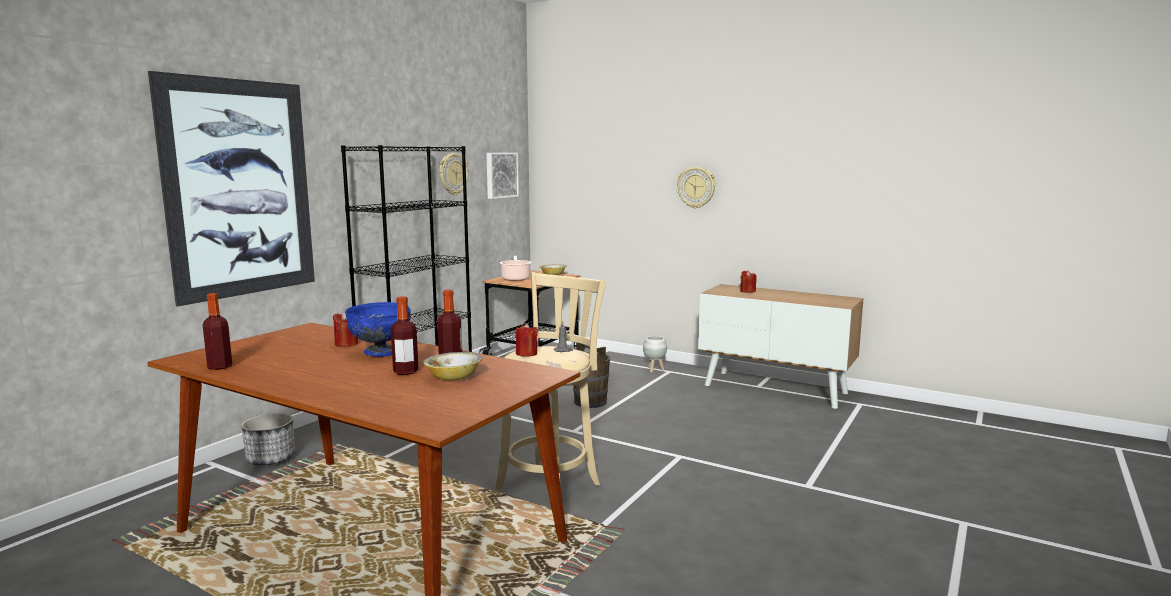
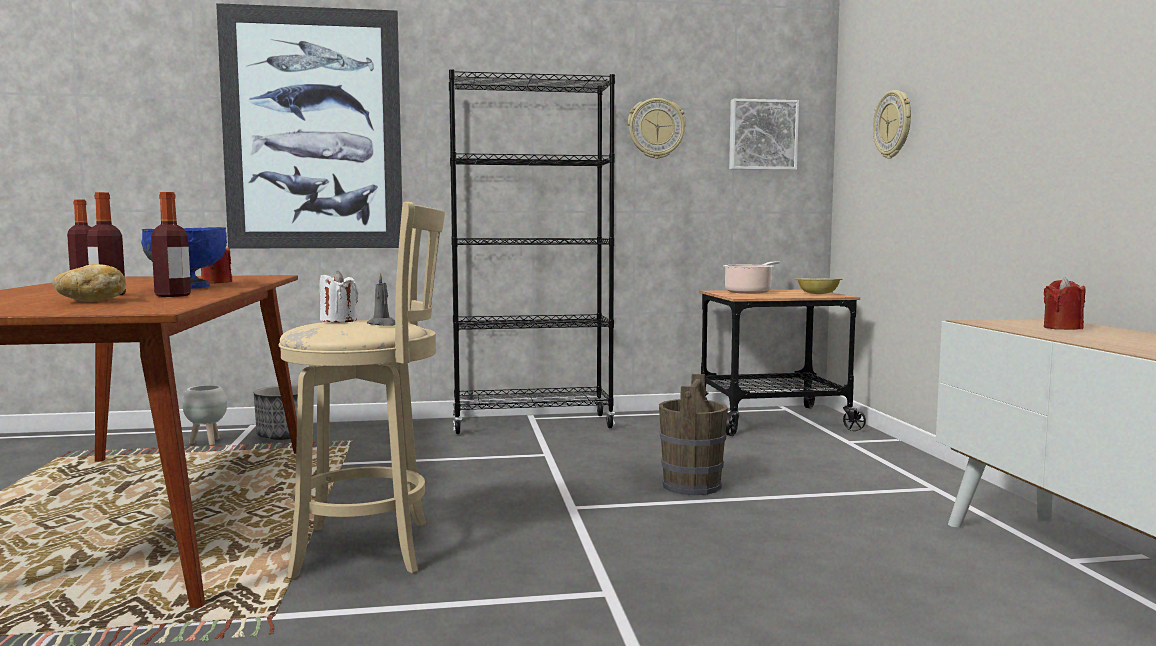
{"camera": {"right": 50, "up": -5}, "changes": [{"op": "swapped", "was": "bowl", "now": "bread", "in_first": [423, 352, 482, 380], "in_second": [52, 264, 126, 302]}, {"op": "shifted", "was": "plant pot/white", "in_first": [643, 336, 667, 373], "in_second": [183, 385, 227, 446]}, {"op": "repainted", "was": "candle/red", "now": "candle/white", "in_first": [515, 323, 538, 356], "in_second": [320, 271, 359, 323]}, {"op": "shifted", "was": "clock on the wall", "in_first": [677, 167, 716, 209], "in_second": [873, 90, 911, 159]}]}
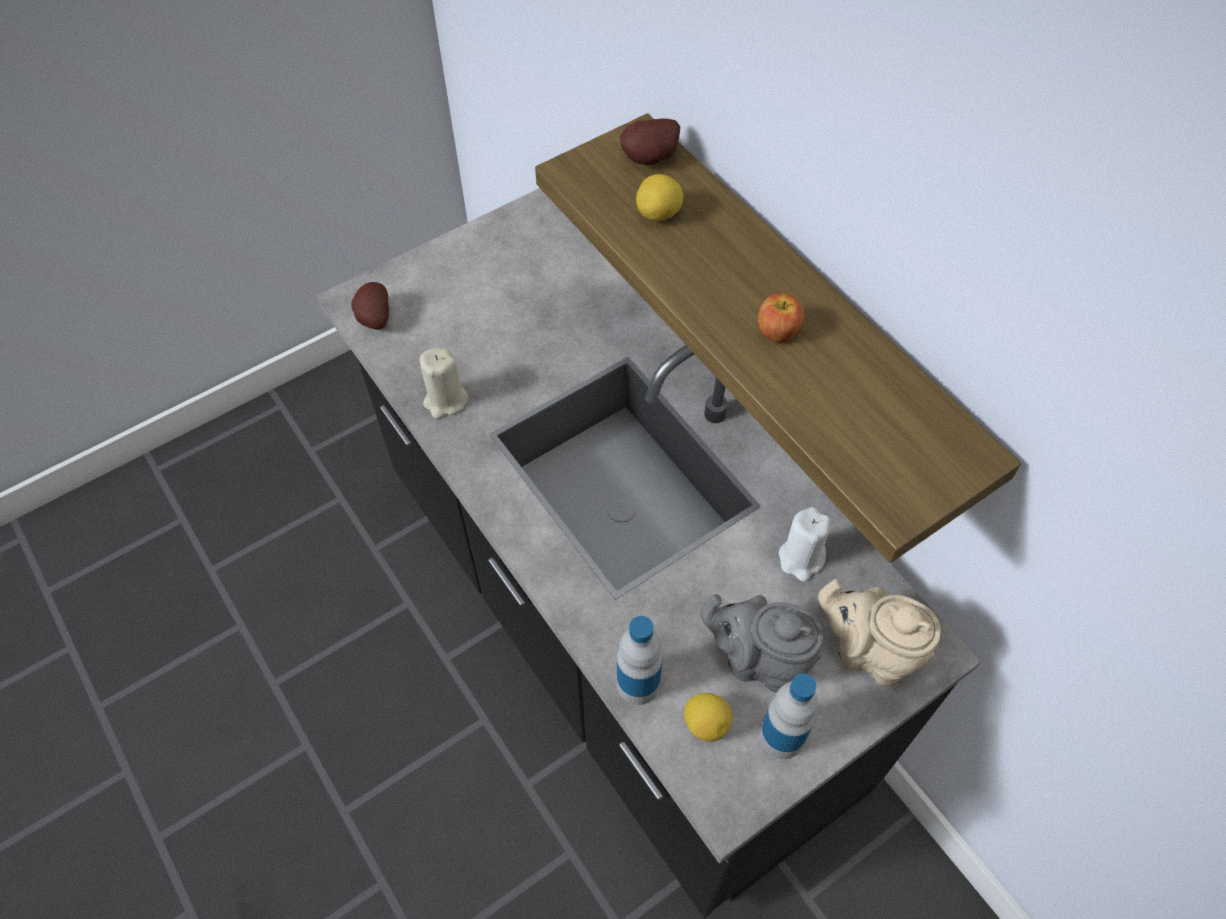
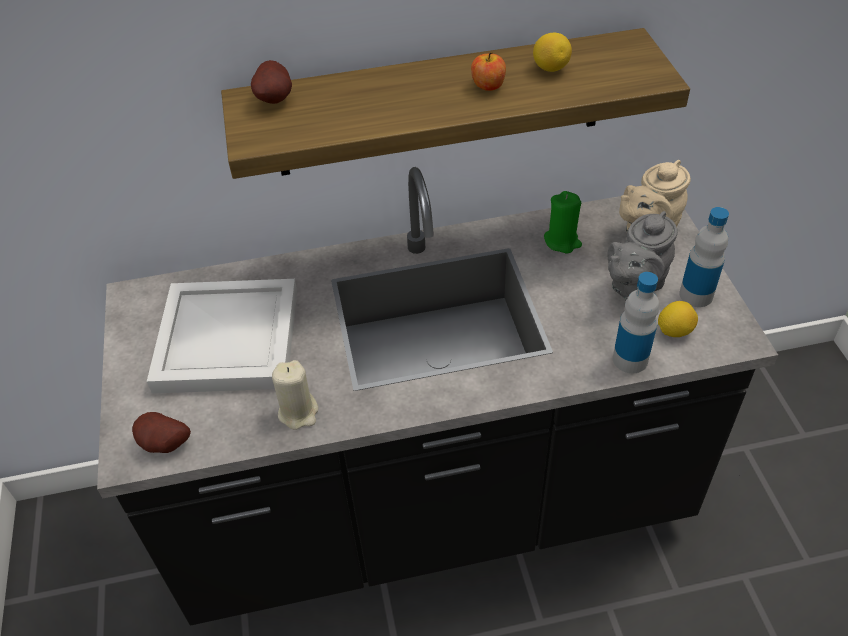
{"camera": {"right": -65, "up": -10}, "changes": [{"op": "new", "now": "serving tray/white", "in_second": [147, 279, 297, 394]}, {"op": "shifted", "was": "whole lemon", "in_first": [636, 174, 683, 221], "in_second": [533, 33, 572, 72]}, {"op": "repainted", "was": "candle/white", "now": "candle/green", "in_first": [779, 507, 831, 582], "in_second": [544, 191, 582, 253]}]}
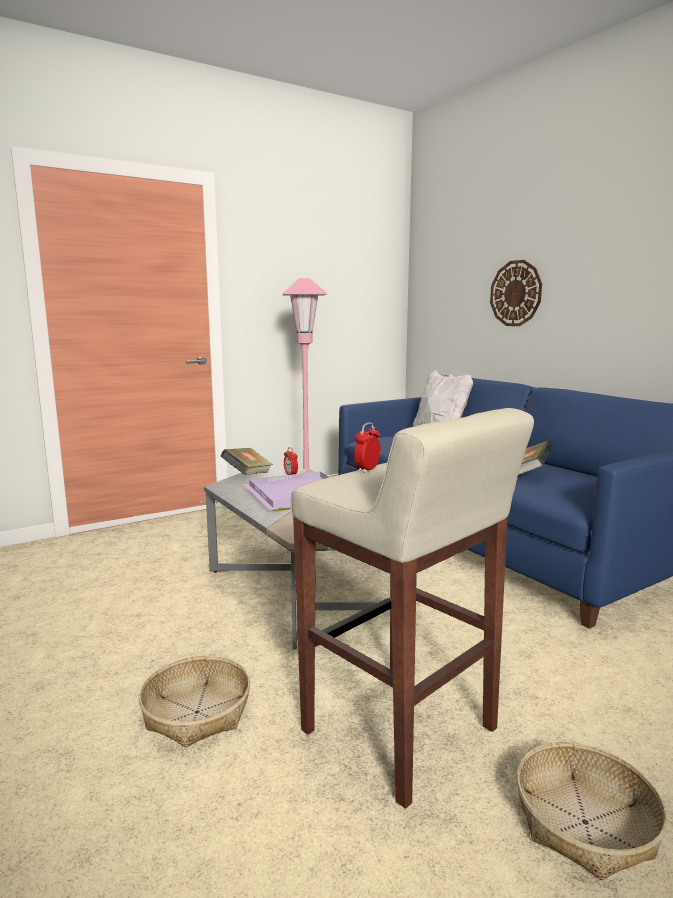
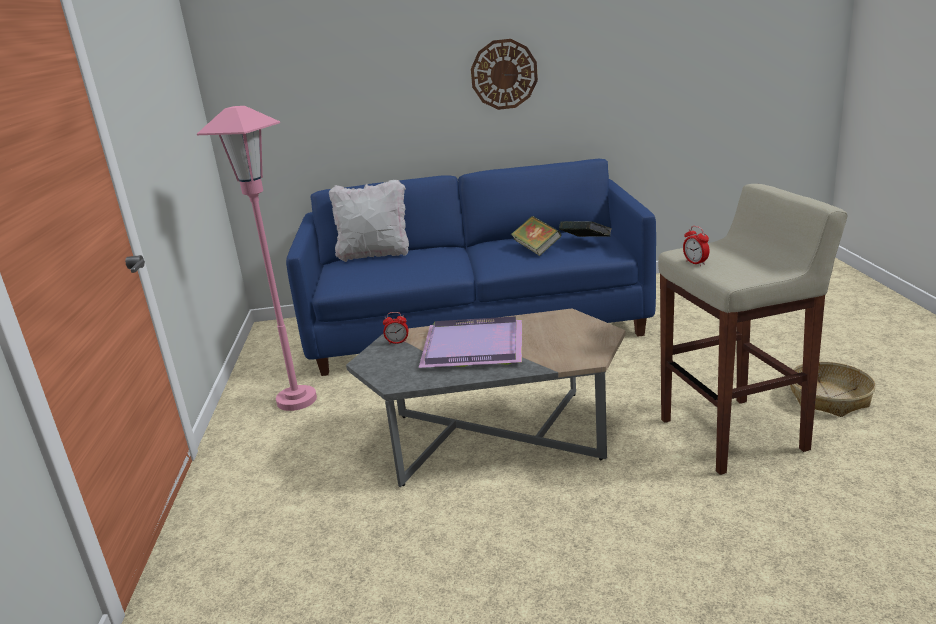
{"camera": {"right": -60, "up": 10}, "changes": [{"op": "shifted", "was": "clock on the wall", "in_first": [490, 260, 542, 326], "in_second": [471, 39, 538, 110]}, {"op": "shifted", "was": "book", "in_first": [221, 448, 273, 475], "in_second": [559, 221, 612, 237]}, {"op": "gone", "was": "basket", "in_first": [139, 656, 250, 748]}]}
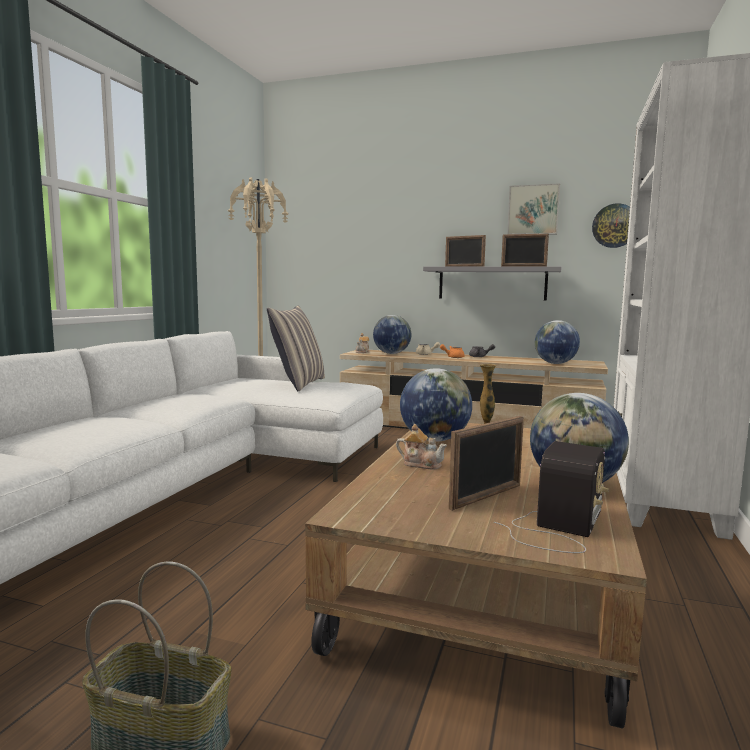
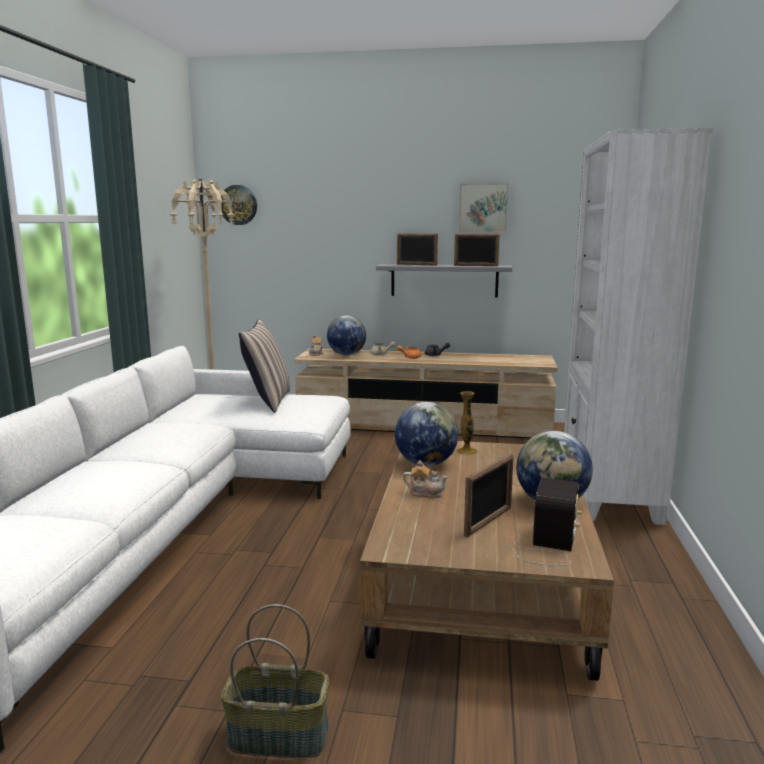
{"camera": {"right": -10, "up": 5}, "changes": [{"op": "shifted", "was": "clock on the wall", "in_first": [592, 203, 630, 248], "in_second": [221, 185, 257, 225]}, {"op": "gone", "was": "globe", "in_first": [535, 320, 580, 364]}]}
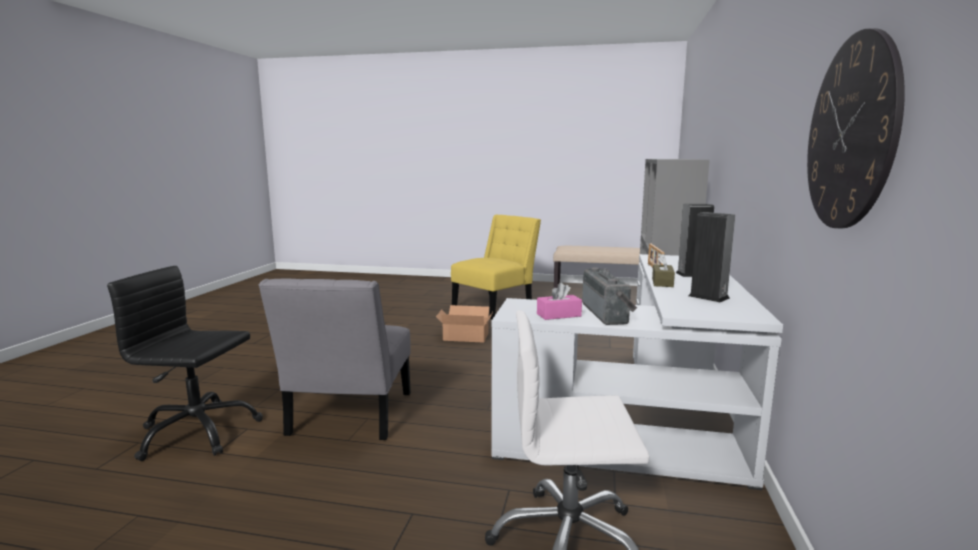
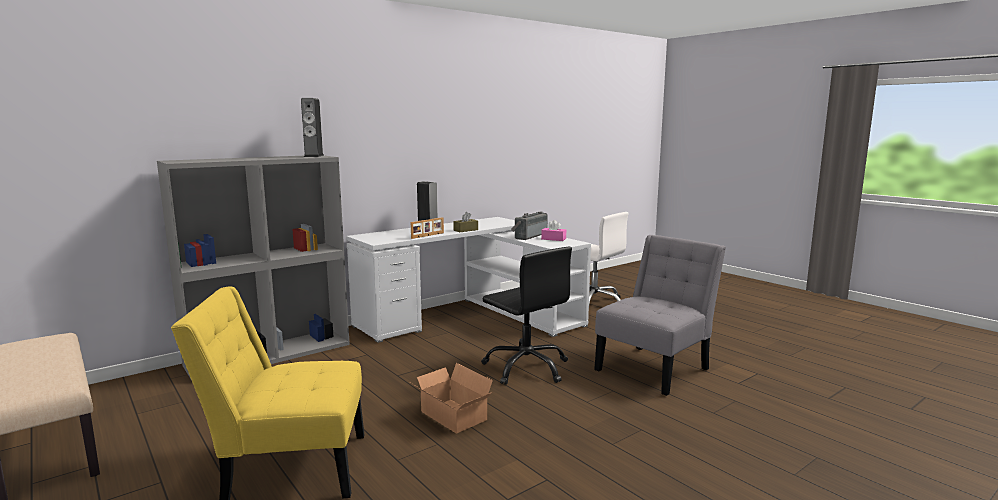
{"camera": {"right": -140, "up": 0}, "changes": [{"op": "shifted", "was": "speaker", "in_first": [688, 212, 735, 302], "in_second": [301, 98, 324, 157]}, {"op": "shifted", "was": "office chair/black", "in_first": [107, 266, 263, 461], "in_second": [481, 247, 572, 385]}, {"op": "gone", "was": "clock on the wall", "in_first": [807, 28, 905, 228]}]}
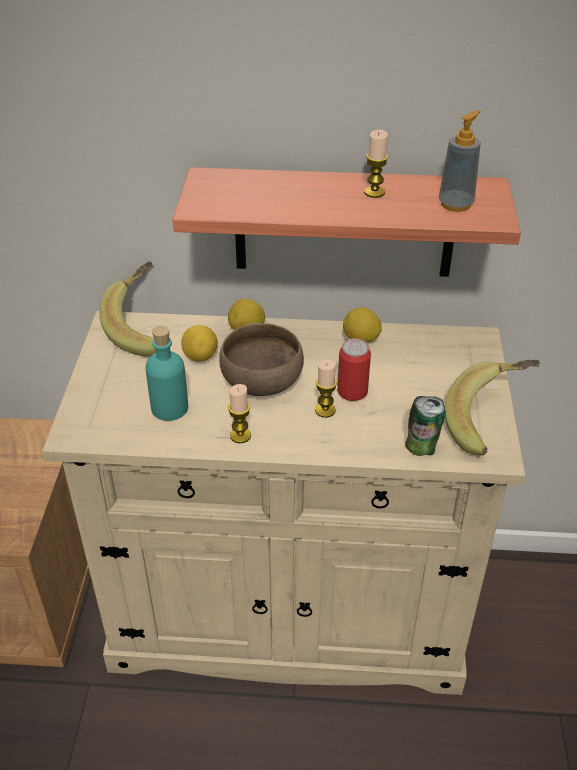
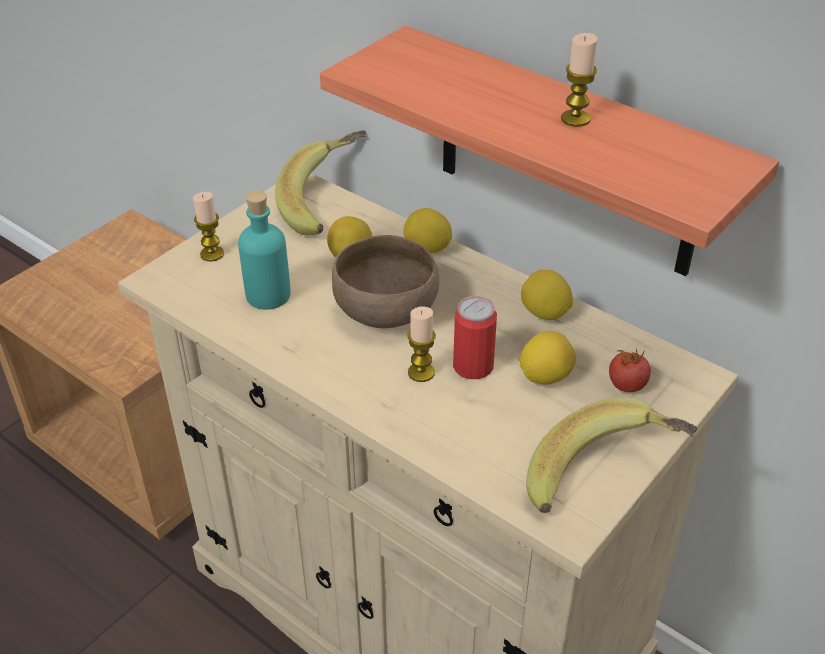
{"camera": {"right": 35, "up": 0}, "changes": [{"op": "shifted", "was": "candle", "in_first": [228, 384, 251, 443], "in_second": [193, 192, 224, 262]}, {"op": "new", "now": "whole lemon", "in_second": [520, 331, 576, 384]}, {"op": "new", "now": "fresh tomato", "in_second": [609, 348, 651, 392]}, {"op": "gone", "was": "sealed can", "in_first": [405, 396, 446, 456]}, {"op": "gone", "was": "soap bottle", "in_first": [439, 110, 481, 212]}]}
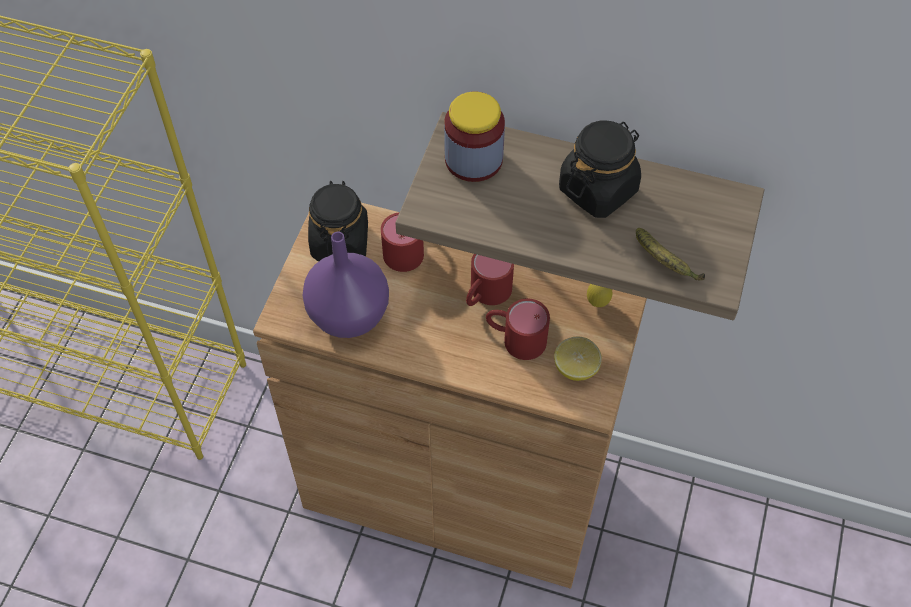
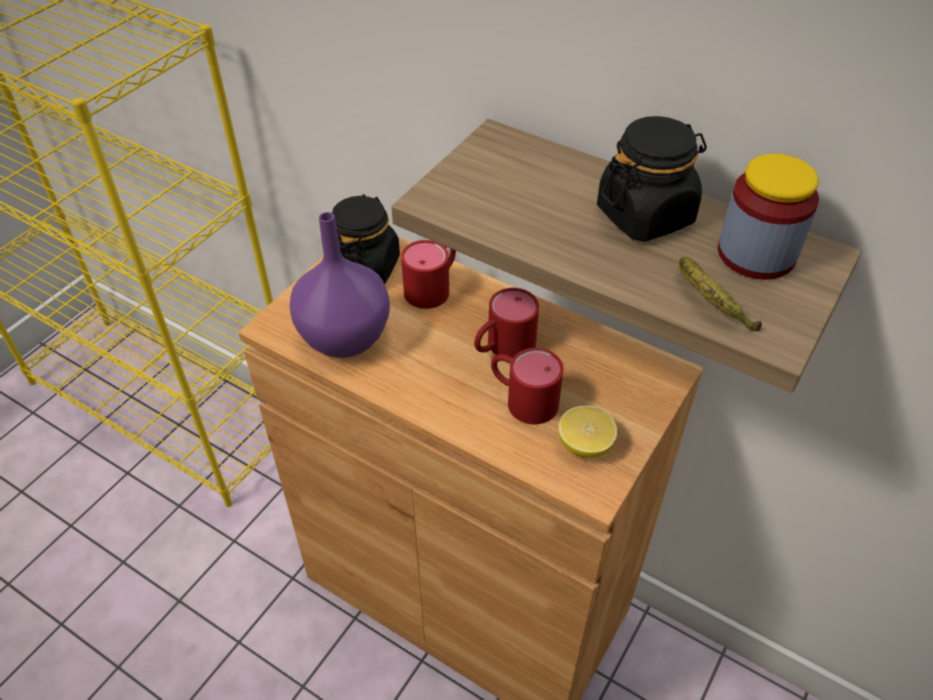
{"camera": {"right": 15, "up": -10}, "changes": [{"op": "shifted", "was": "storage jar", "in_first": [444, 91, 505, 182], "in_second": [718, 154, 819, 279]}, {"op": "gone", "was": "whole lemon", "in_first": [587, 284, 612, 307]}]}
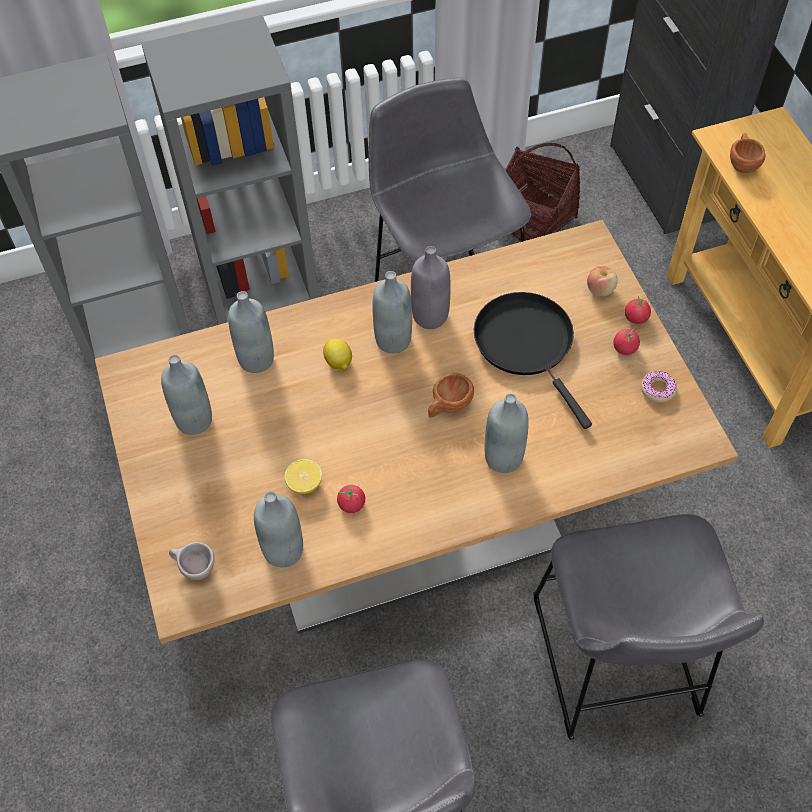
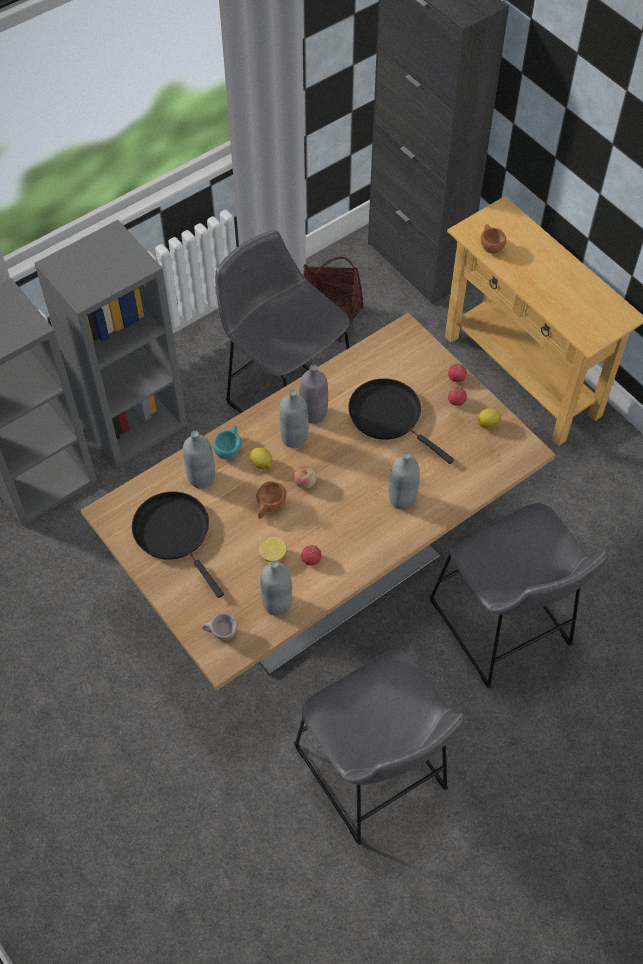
{"camera": {"right": -20, "up": 0}, "changes": [{"op": "swapped", "was": "bottle/grey", "now": "pan/black", "in_first": [161, 355, 212, 435], "in_second": [132, 492, 224, 598]}, {"op": "new", "now": "small cup/blue-green", "in_second": [213, 425, 242, 459]}, {"op": "shifted", "was": "small cup/brown", "in_first": [428, 373, 474, 418], "in_second": [256, 482, 286, 519]}, {"op": "shifted", "was": "whole apple", "in_first": [587, 266, 618, 296], "in_second": [293, 465, 317, 489]}, {"op": "swapped", "was": "doughnut", "now": "whole lemon", "in_first": [641, 371, 677, 403], "in_second": [478, 408, 501, 429]}]}
